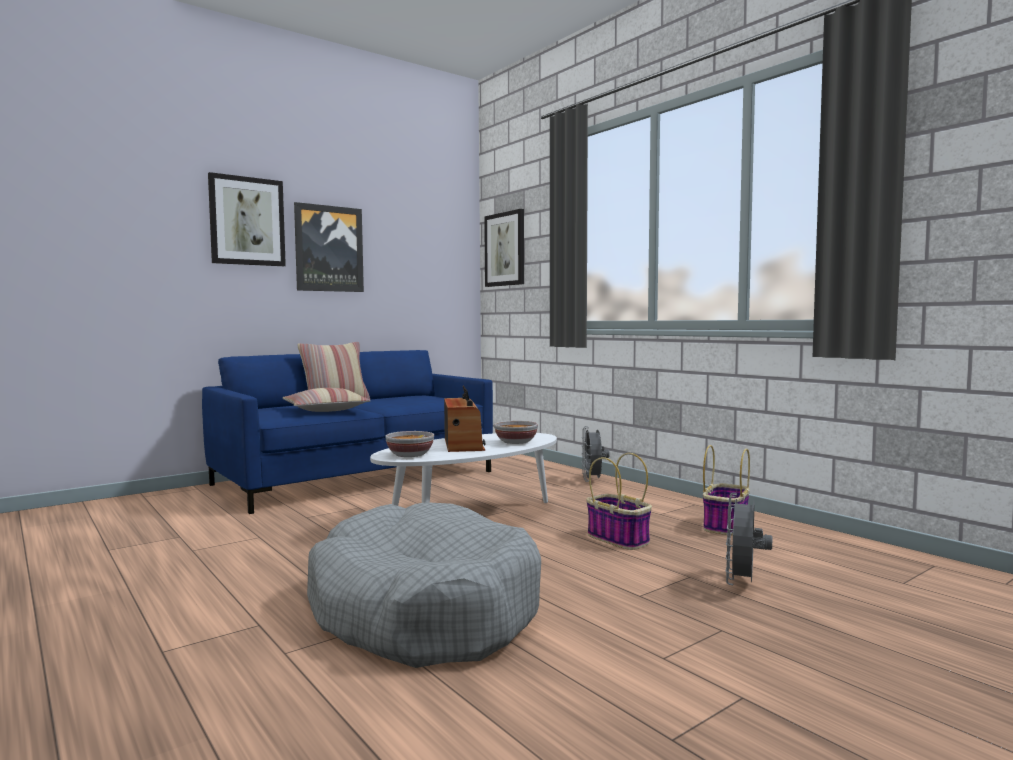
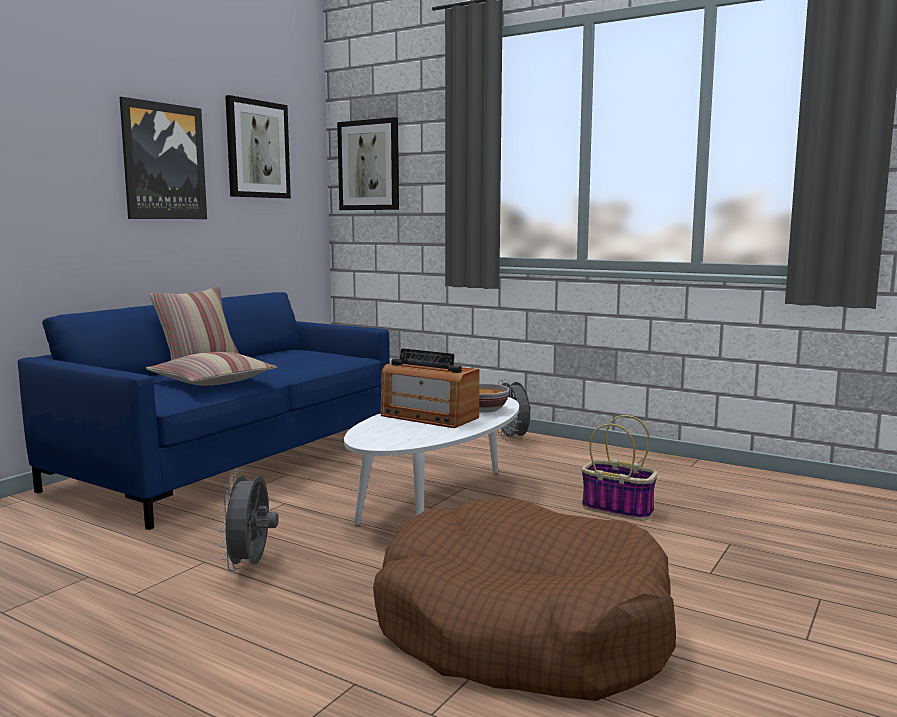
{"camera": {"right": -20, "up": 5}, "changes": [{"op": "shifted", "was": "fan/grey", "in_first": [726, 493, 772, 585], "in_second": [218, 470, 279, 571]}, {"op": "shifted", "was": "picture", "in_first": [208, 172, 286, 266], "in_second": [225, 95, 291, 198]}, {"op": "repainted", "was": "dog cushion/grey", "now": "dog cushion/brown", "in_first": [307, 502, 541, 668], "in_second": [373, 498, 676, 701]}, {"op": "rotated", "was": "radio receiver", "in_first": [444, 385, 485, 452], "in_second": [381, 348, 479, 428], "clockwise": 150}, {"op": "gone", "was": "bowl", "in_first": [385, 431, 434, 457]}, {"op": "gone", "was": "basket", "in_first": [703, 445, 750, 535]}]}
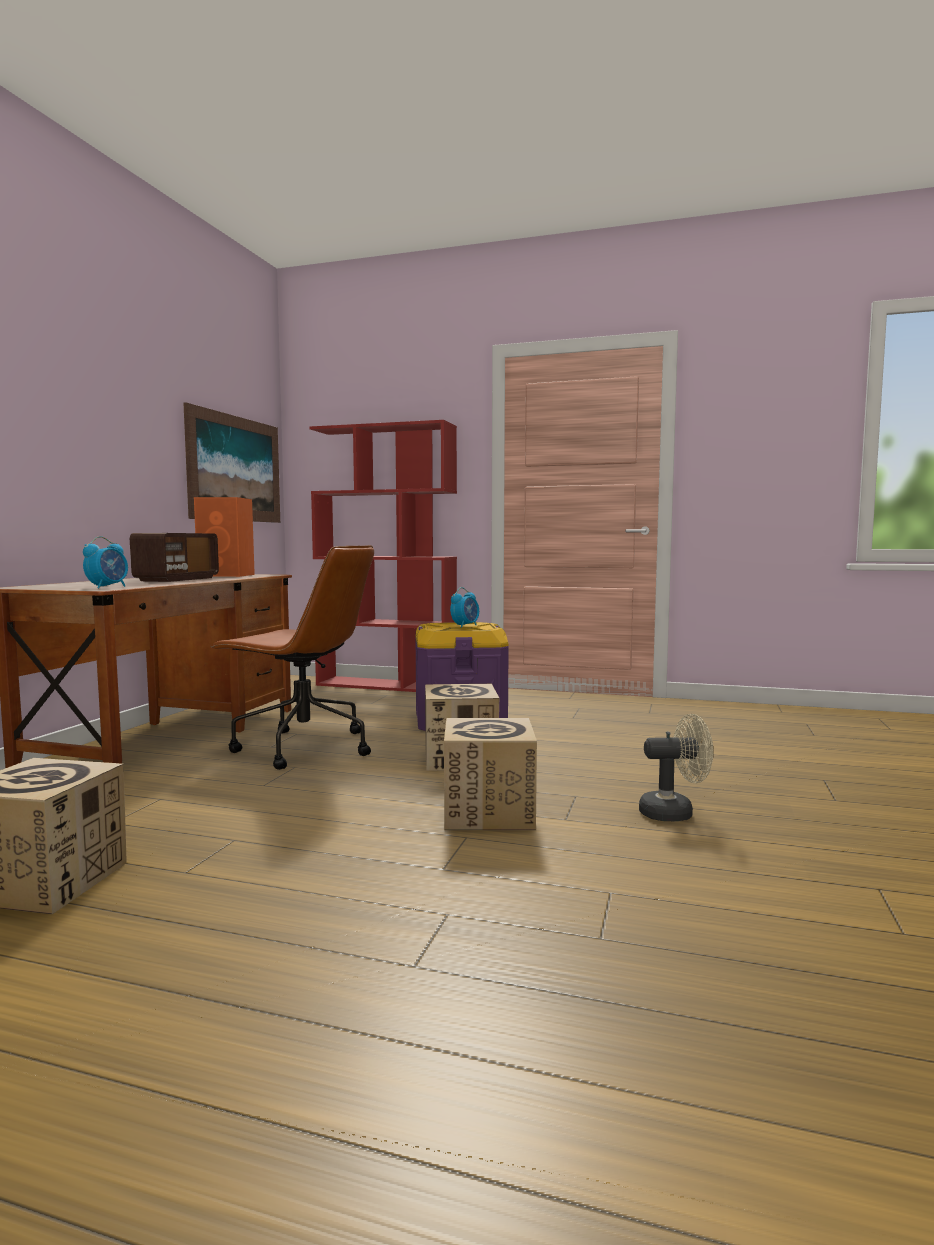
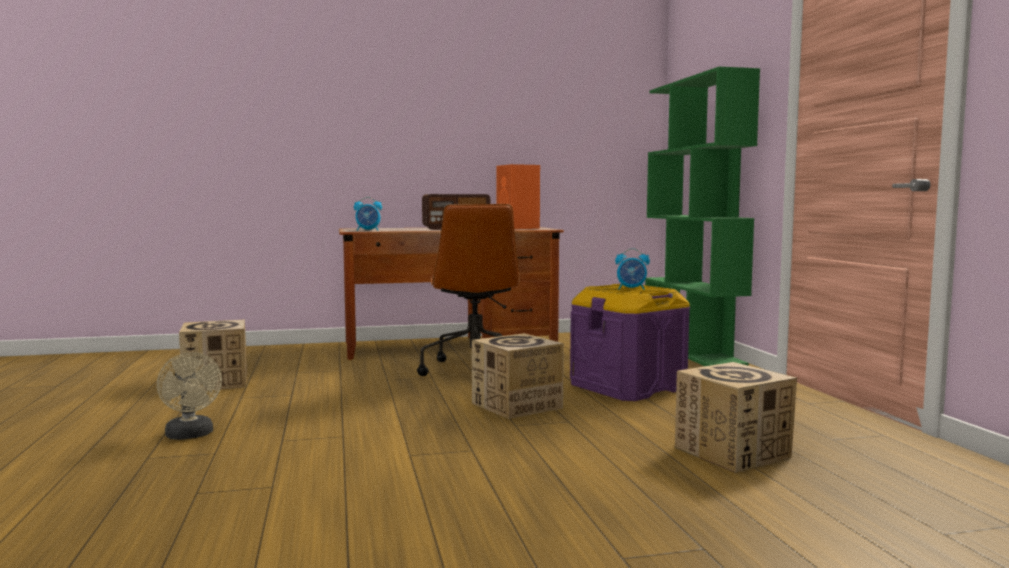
{"camera": {"right": 60, "up": 0}, "changes": [{"op": "shifted", "was": "fan/beige-coloured", "in_first": [639, 714, 713, 821], "in_second": [157, 352, 222, 440]}, {"op": "repainted", "was": "shelving unit/red", "now": "shelving unit/green", "in_first": [309, 420, 457, 692], "in_second": [645, 67, 760, 366]}, {"op": "shifted", "was": "carton", "in_first": [444, 718, 537, 830], "in_second": [675, 362, 797, 473]}, {"op": "gone", "was": "picture", "in_first": [183, 403, 280, 523]}]}
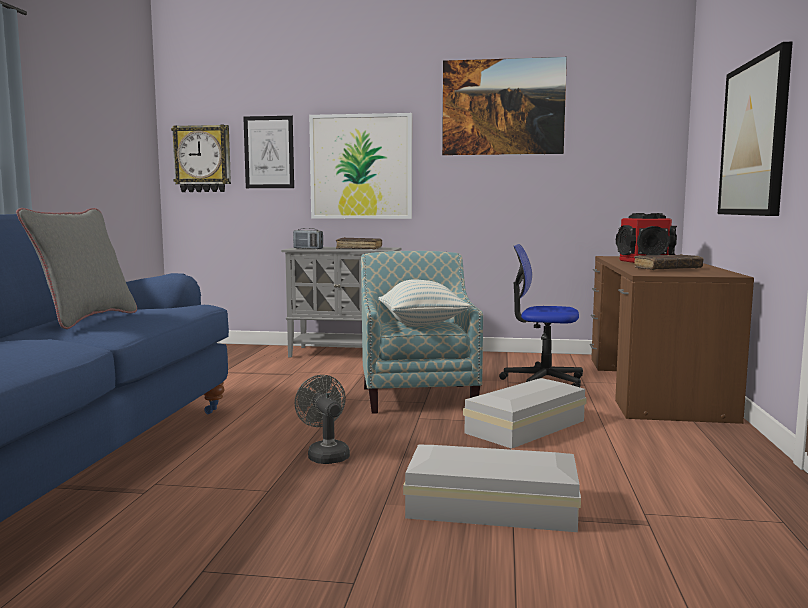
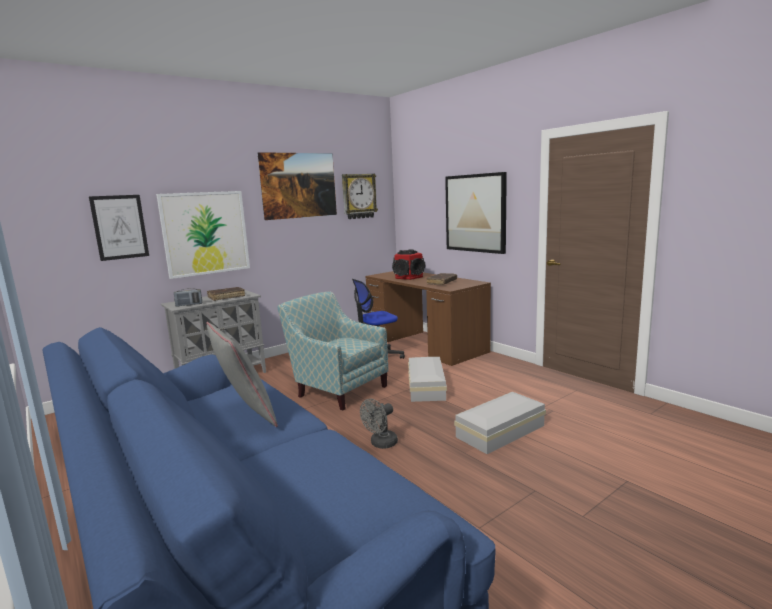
{"camera": {"right": -45, "up": 5}, "changes": [{"op": "shifted", "was": "clock on the wall", "in_first": [171, 125, 231, 192], "in_second": [342, 174, 378, 219]}, {"op": "rotated", "was": "fan/grey", "in_first": [295, 375, 350, 464], "in_second": [360, 399, 398, 449], "clockwise": -60}, {"op": "gone", "was": "pillow", "in_first": [378, 279, 470, 326]}]}
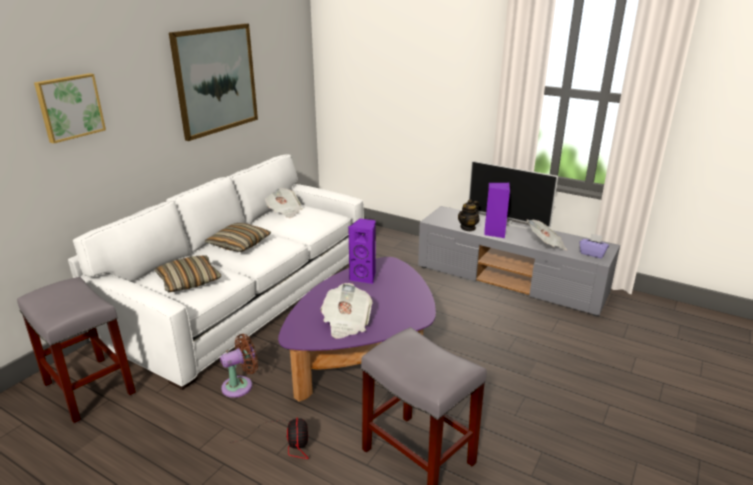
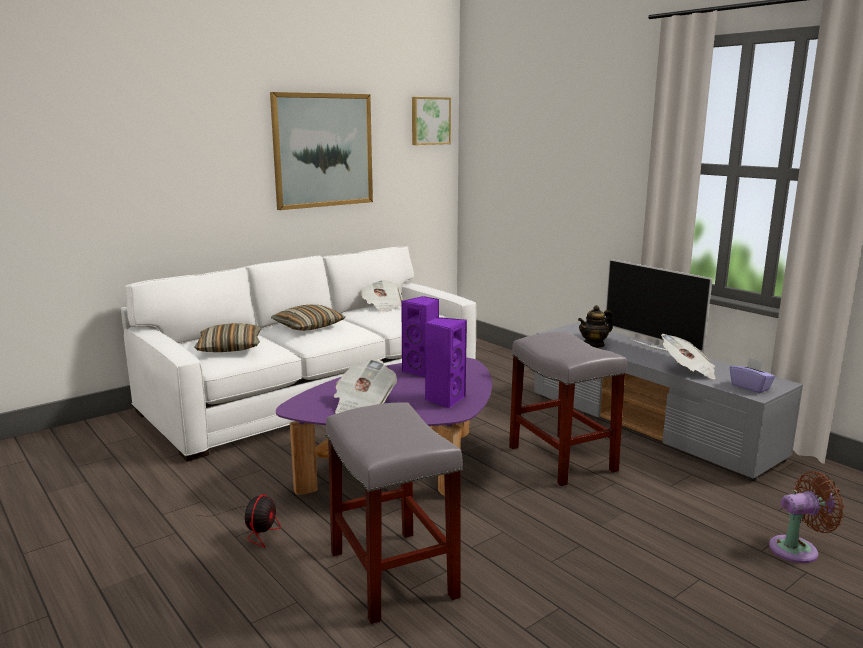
{"camera": {"right": 20, "up": -10}, "changes": [{"op": "shifted", "was": "picture", "in_first": [34, 73, 106, 143], "in_second": [412, 97, 451, 145]}, {"op": "shifted", "was": "speaker/purple-coloured", "in_first": [484, 183, 510, 238], "in_second": [425, 317, 467, 408]}, {"op": "shifted", "was": "stool seat/grey", "in_first": [17, 277, 136, 424], "in_second": [509, 332, 627, 487]}, {"op": "shifted", "was": "fan/brown", "in_first": [220, 334, 258, 398], "in_second": [769, 471, 845, 563]}]}
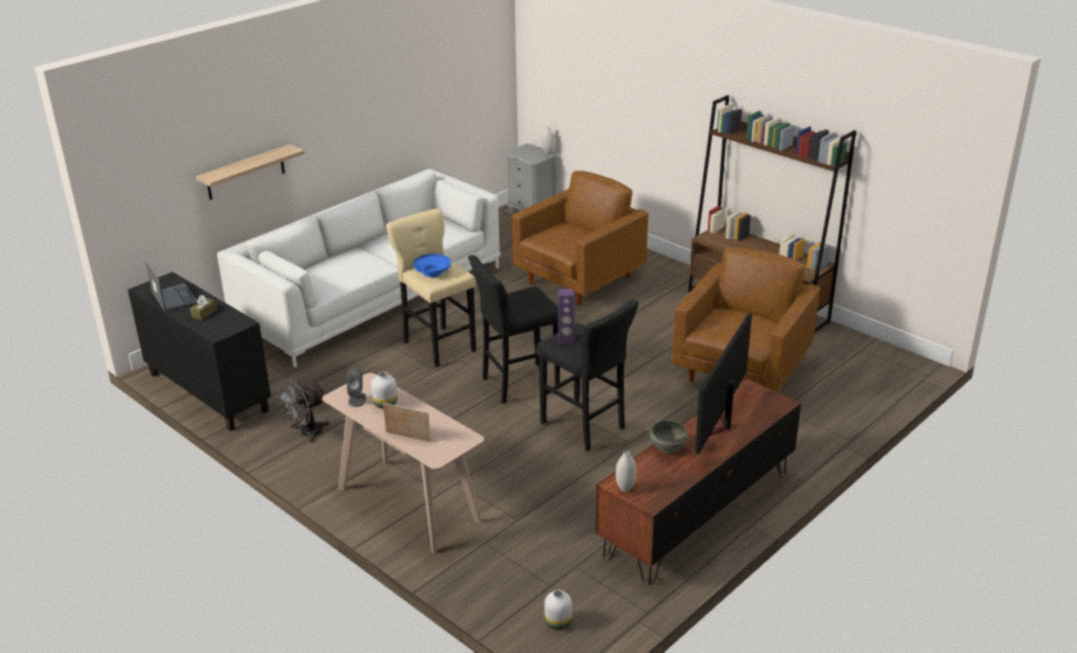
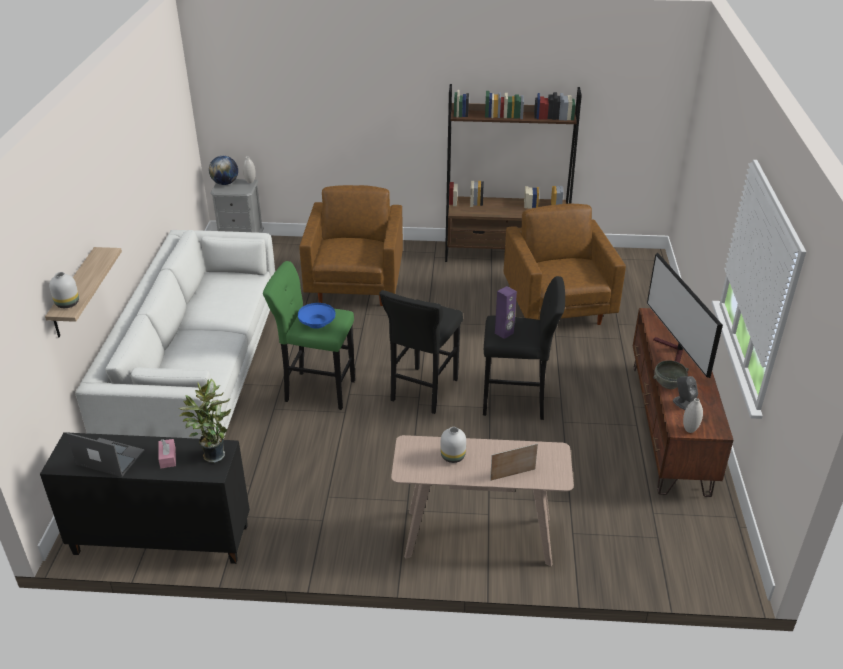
{"camera": {"right": -40, "up": 5}, "changes": [{"op": "shifted", "was": "vase/white", "in_first": [544, 590, 572, 629], "in_second": [49, 272, 79, 308]}, {"op": "repainted", "was": "tissue box/brown", "now": "tissue box/pinkish", "in_first": [190, 295, 217, 320], "in_second": [158, 439, 176, 468]}, {"op": "new", "now": "houseplant", "in_second": [179, 379, 231, 462]}, {"op": "new", "now": "globe", "in_second": [209, 156, 238, 185]}, {"op": "repainted", "was": "stool seat/beige-coloured", "now": "stool seat/green", "in_first": [386, 209, 476, 367], "in_second": [263, 261, 355, 410]}, {"op": "shifted", "was": "speaker/grey", "in_first": [347, 368, 366, 407], "in_second": [673, 376, 698, 410]}, {"op": "gone", "was": "fan/grey", "in_first": [275, 379, 329, 443]}]}
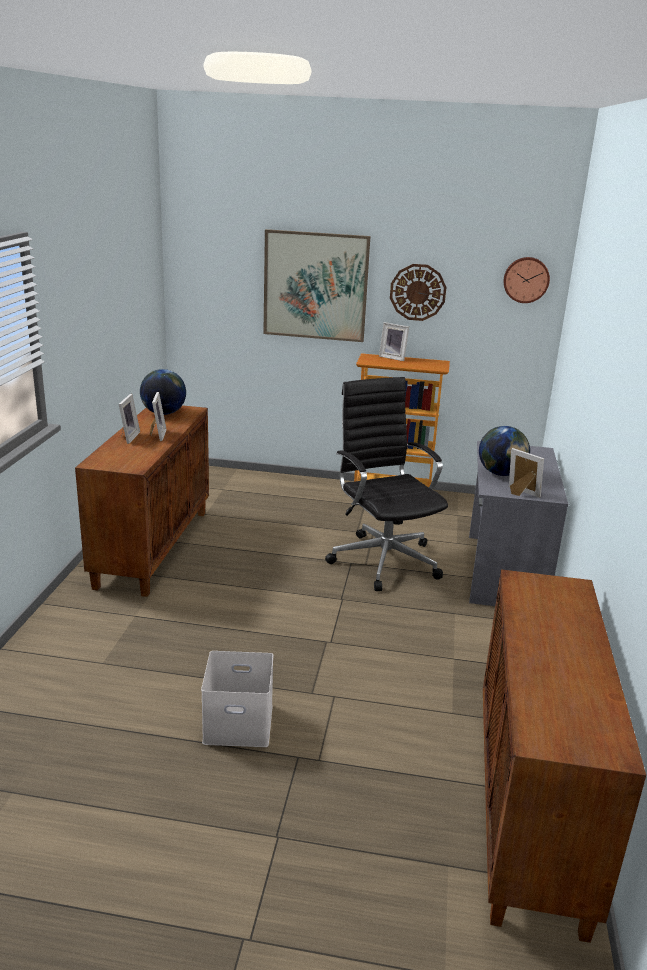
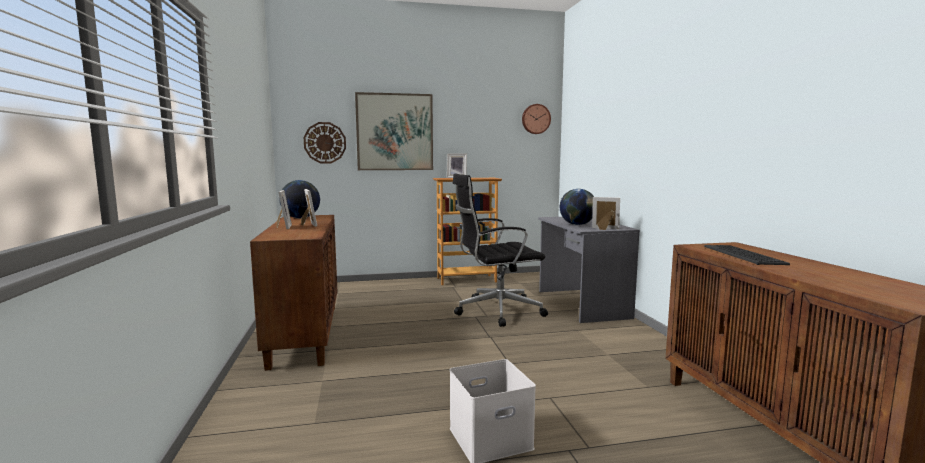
{"camera": {"right": -20, "up": -15}, "changes": [{"op": "shifted", "was": "clock on the wall", "in_first": [390, 264, 446, 321], "in_second": [304, 122, 346, 163]}, {"op": "rotated", "was": "office chair/black", "in_first": [325, 377, 448, 591], "in_second": [453, 173, 548, 327], "clockwise": -60}, {"op": "new", "now": "keyboard", "in_second": [704, 245, 790, 265]}]}
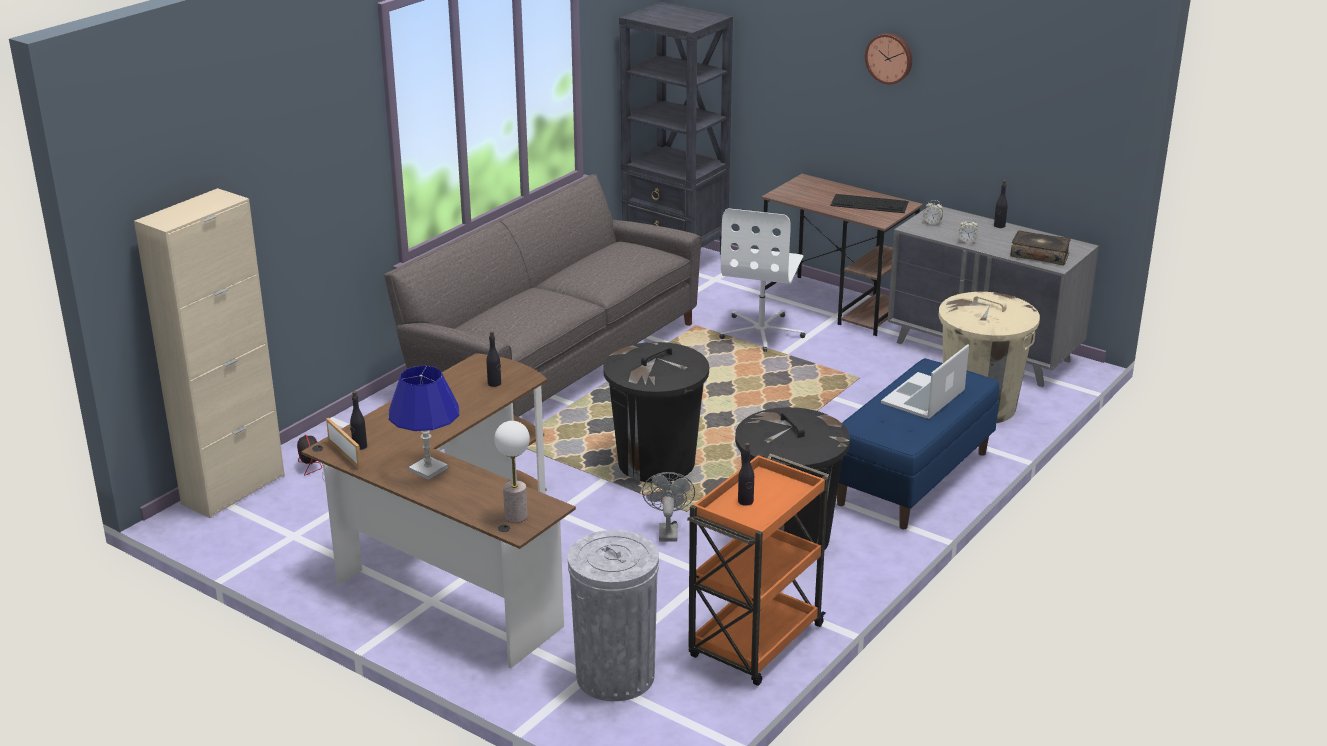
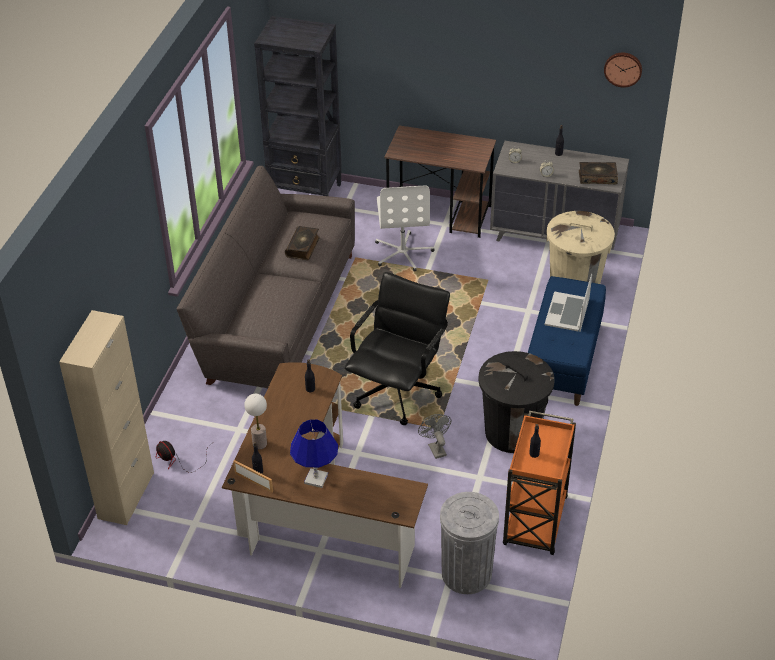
{"camera": {"right": -20, "up": 15}, "changes": [{"op": "shifted", "was": "lamp for a table", "in_first": [494, 421, 530, 523], "in_second": [244, 394, 267, 449]}, {"op": "new", "now": "book", "in_second": [285, 226, 320, 260]}, {"op": "swapped", "was": "waste bin/black", "now": "office chair/black", "in_first": [603, 342, 709, 483], "in_second": [345, 272, 450, 425]}, {"op": "shifted", "was": "clock on the wall", "in_first": [865, 33, 912, 85], "in_second": [604, 53, 642, 87]}, {"op": "gone", "was": "keyboard", "in_first": [830, 194, 909, 213]}]}
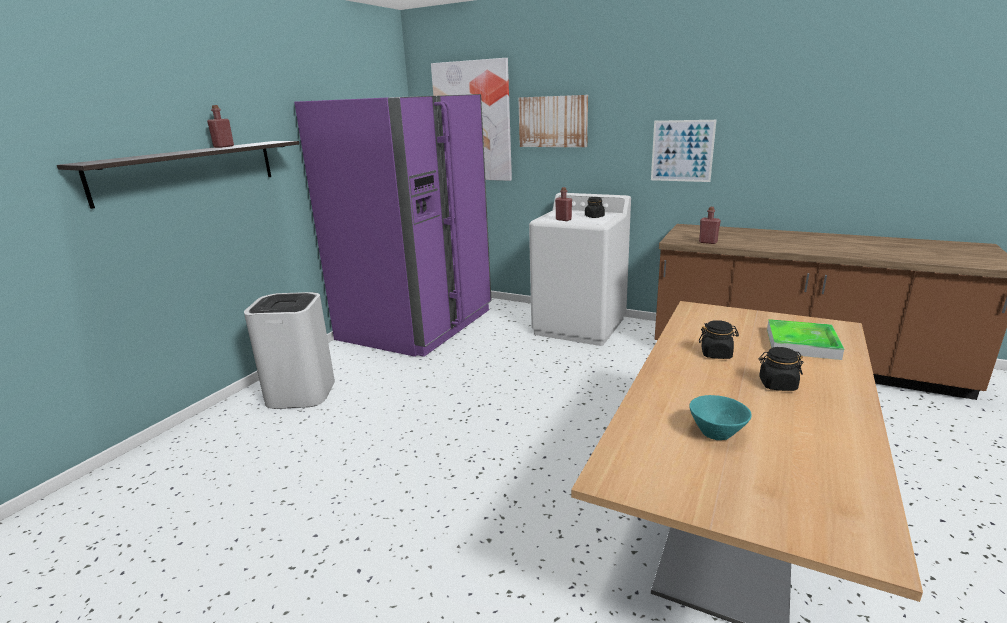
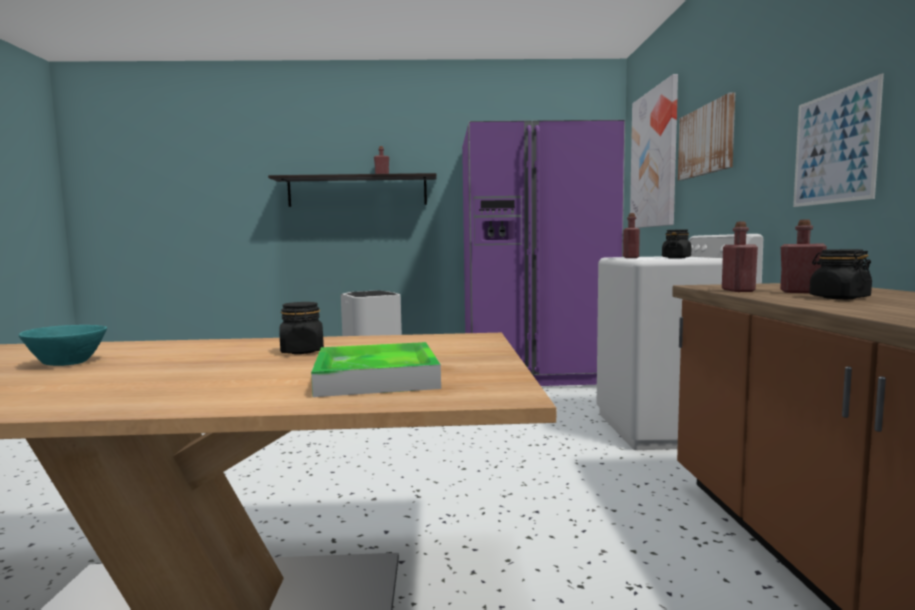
{"camera": {"right": 60, "up": -15}, "changes": [{"op": "new", "now": "bottle/red", "in_second": [780, 219, 827, 293]}, {"op": "shifted", "was": "storage jar/black", "in_first": [759, 347, 804, 391], "in_second": [809, 249, 872, 299]}]}
